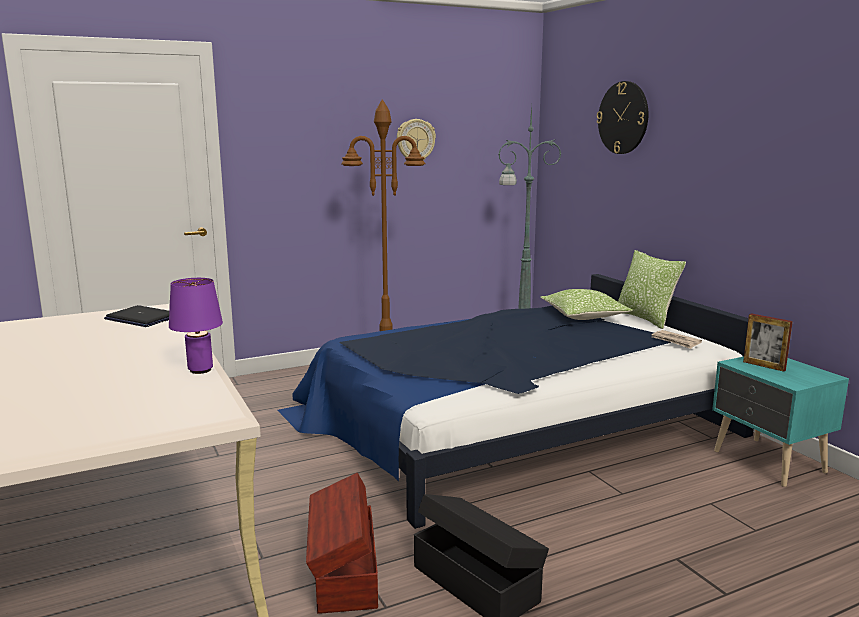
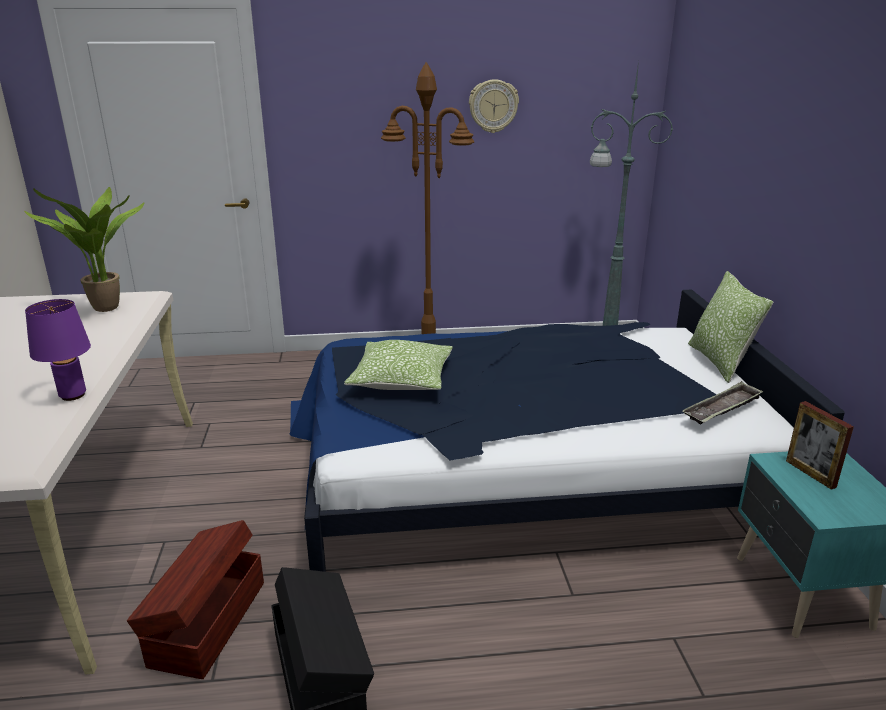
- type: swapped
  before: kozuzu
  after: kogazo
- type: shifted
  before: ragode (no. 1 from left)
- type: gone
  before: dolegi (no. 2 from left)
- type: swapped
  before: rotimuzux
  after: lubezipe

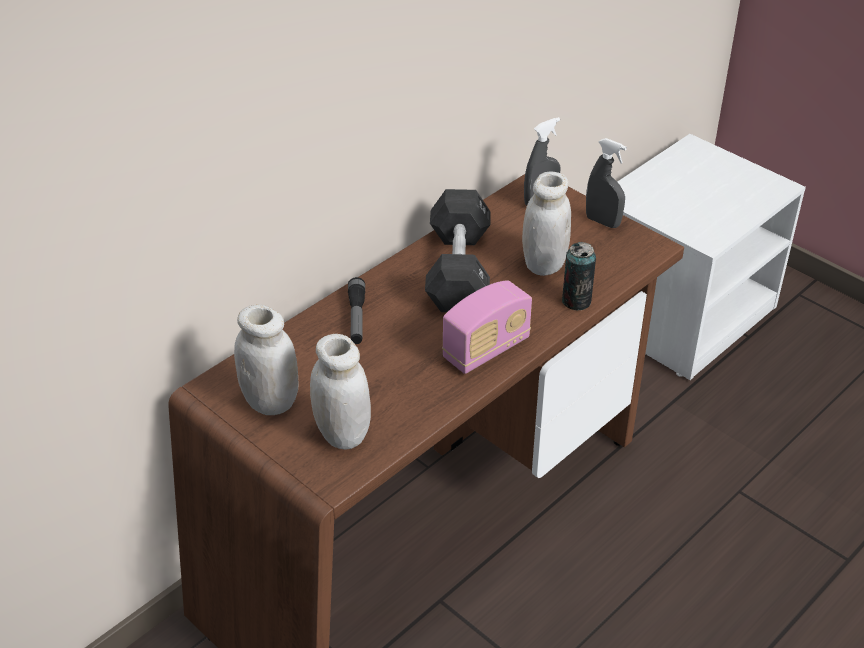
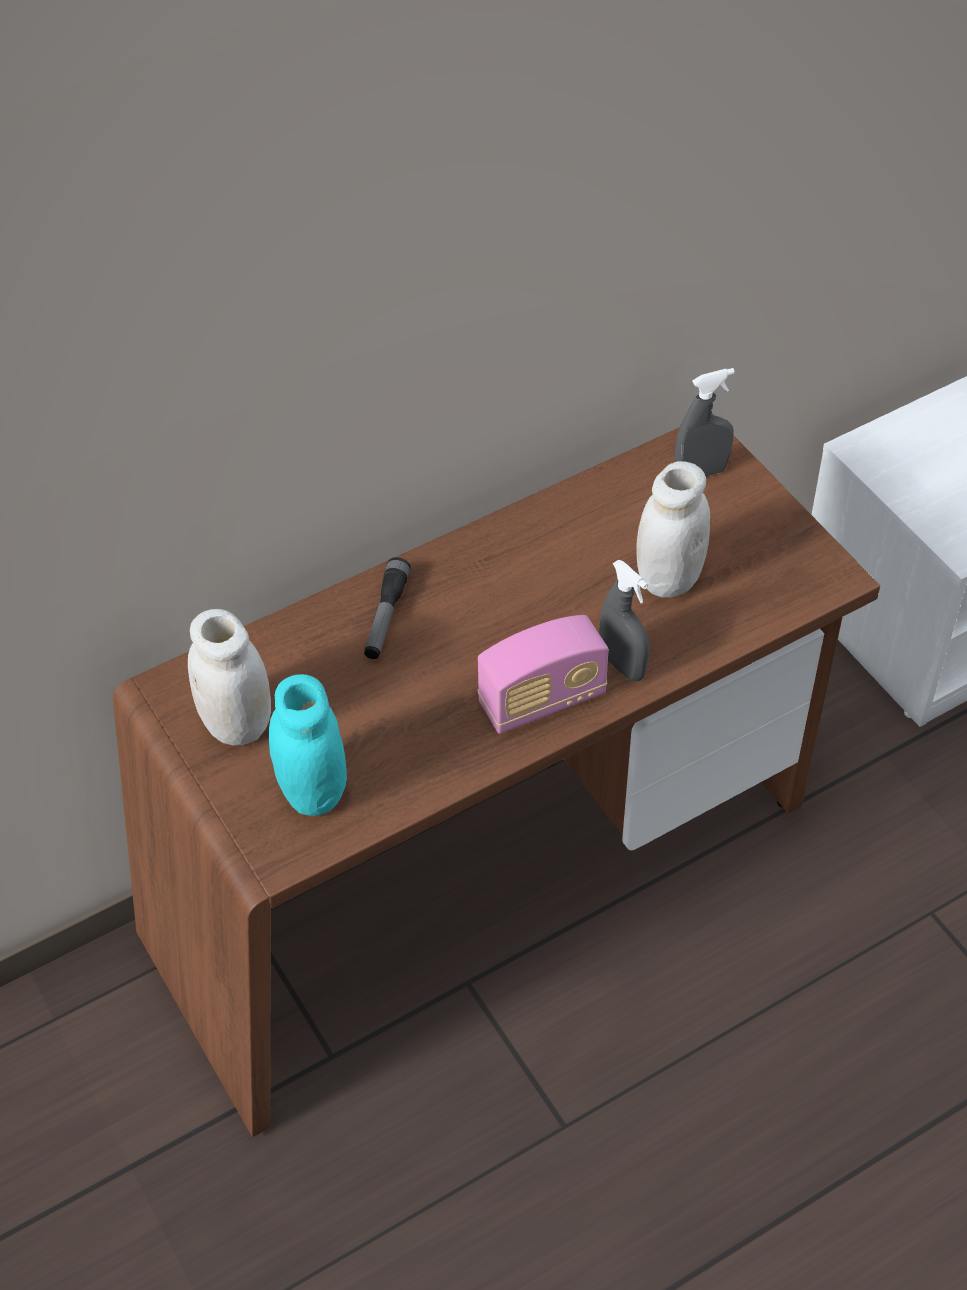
- type: repainted
  before: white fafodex (no. 2 from left)
  after: turquoise fafodex
- type: gone
  before: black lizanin
- type: gone
  before: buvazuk
- type: shifted
  before: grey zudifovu (no. 2 from left in the first image)
  after: grey zudifovu (no. 1 from left)

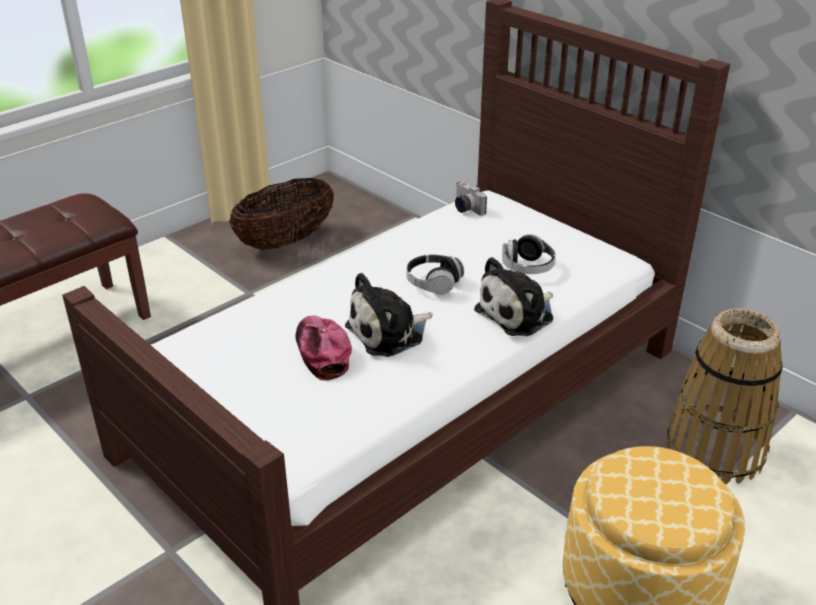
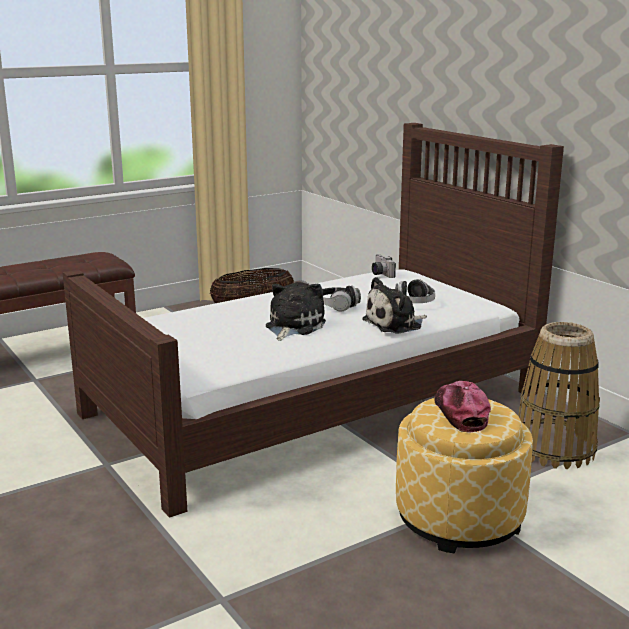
- type: shifted
  before: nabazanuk
- type: rotated
  before: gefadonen (no. 1 from left)
  turn: 135

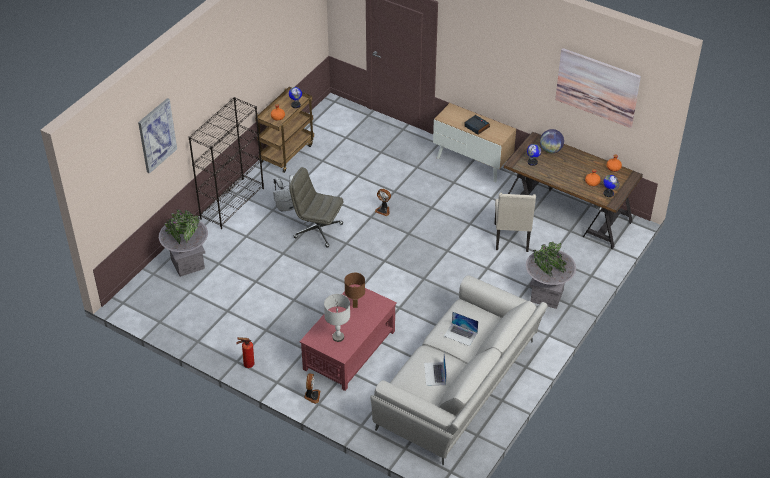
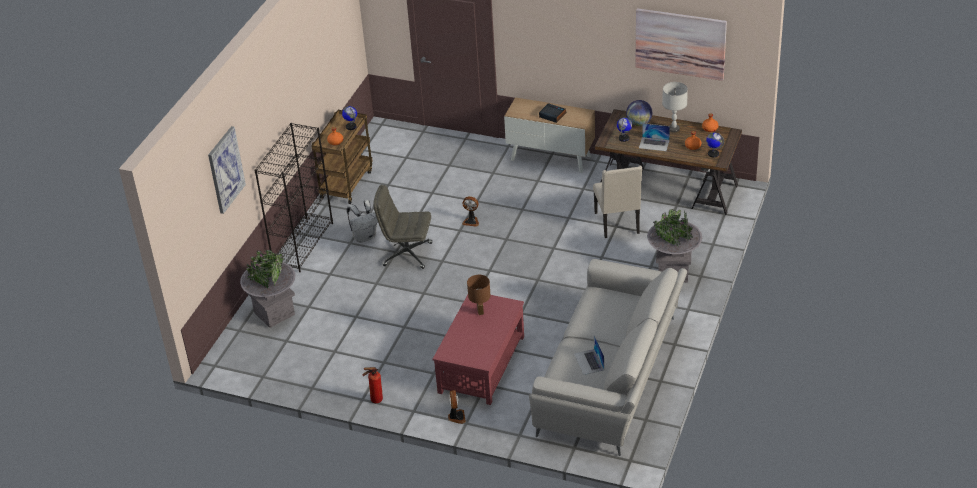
- type: shifted
  before: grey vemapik
- type: shifted
  before: kozuzu (no. 2 from left)

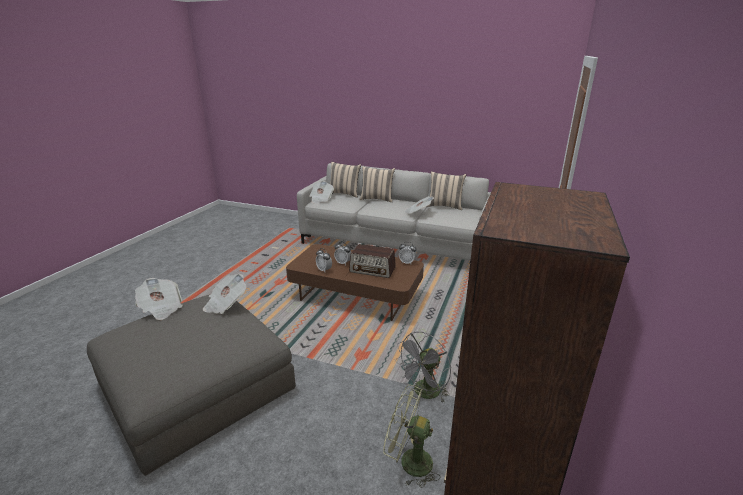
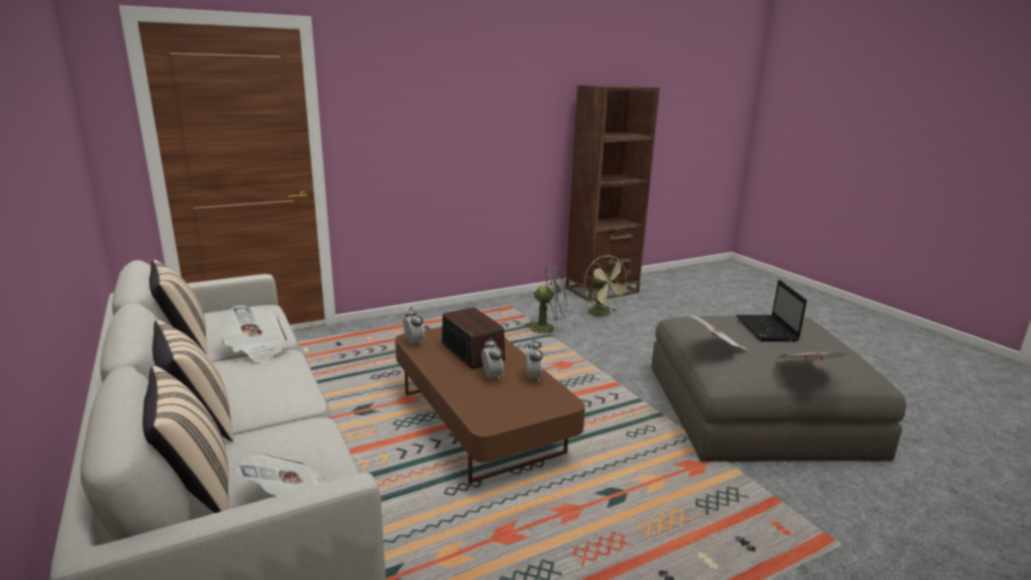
- type: new
  after: kozuzu

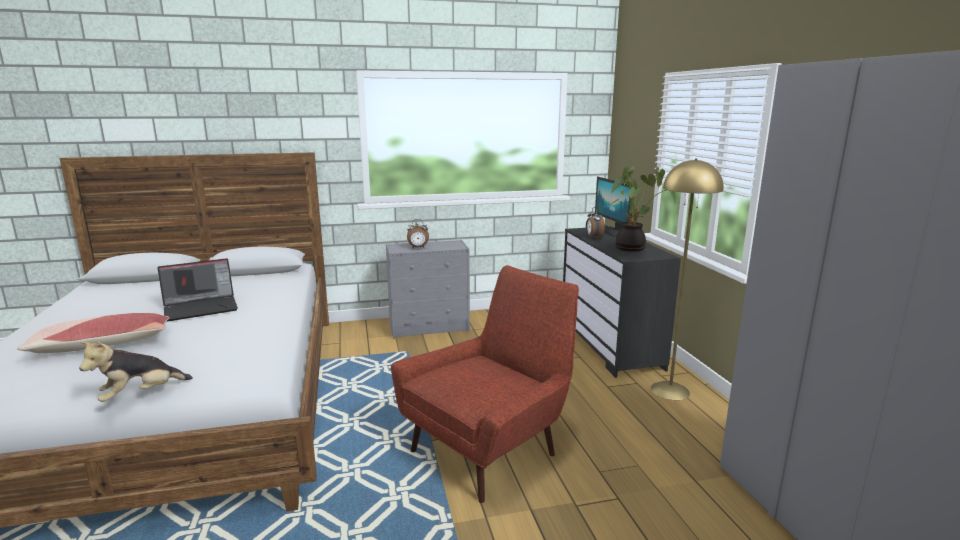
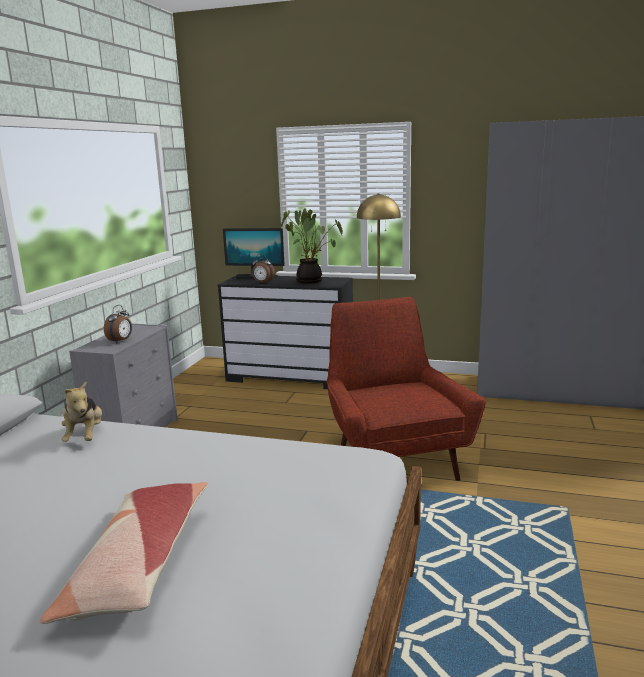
- type: shifted
  before: gefadonen
- type: gone
  before: kozuzu

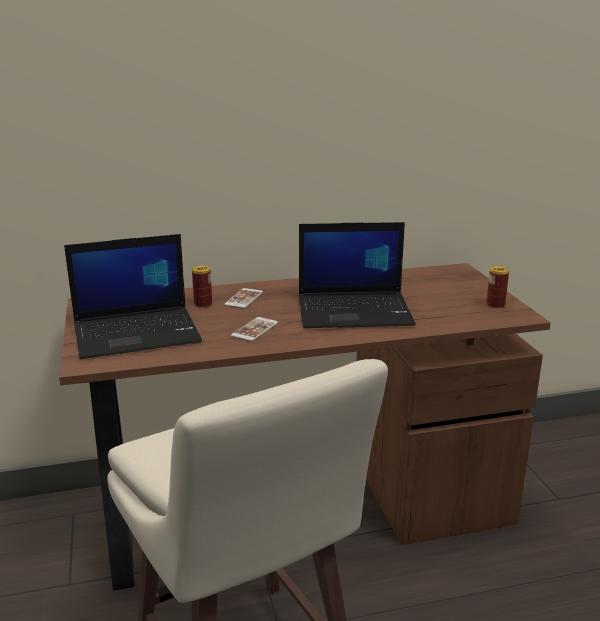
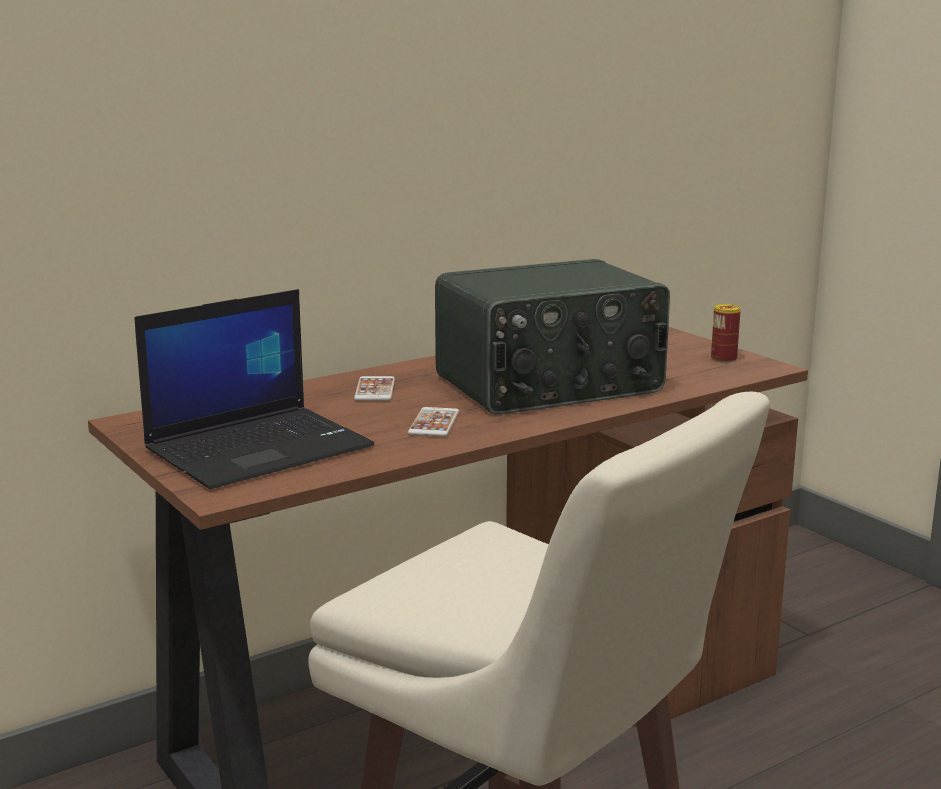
- type: gone
  before: buvazuk (no. 1 from left)
- type: swapped
  before: kozuzu (no. 2 from left)
  after: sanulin

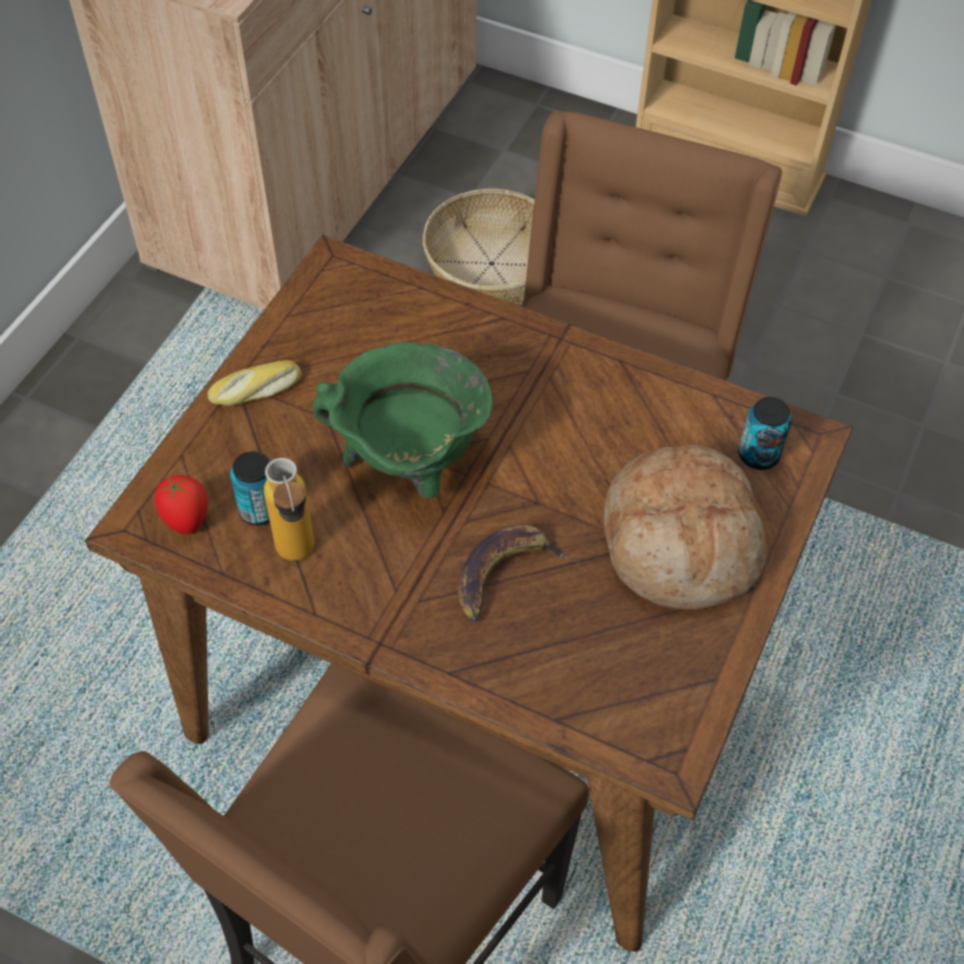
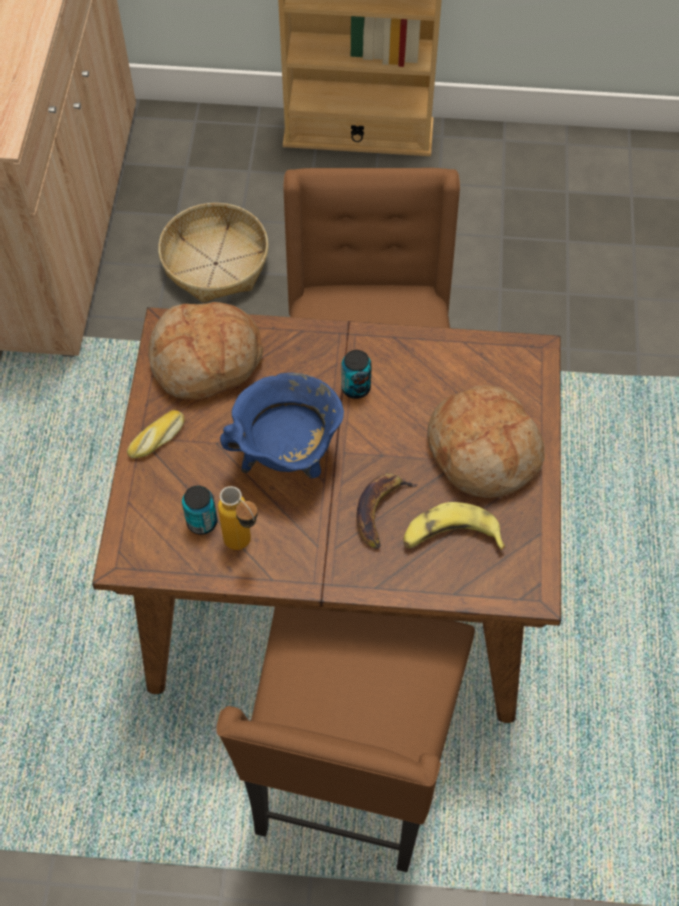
- type: gone
  before: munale
- type: repainted
  before: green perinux
  after: blue perinux
- type: shifted
  before: buvazuk (no. 2 from left)
- type: new
  after: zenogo (no. 2 from left)
- type: new
  after: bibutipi (no. 2 from left)

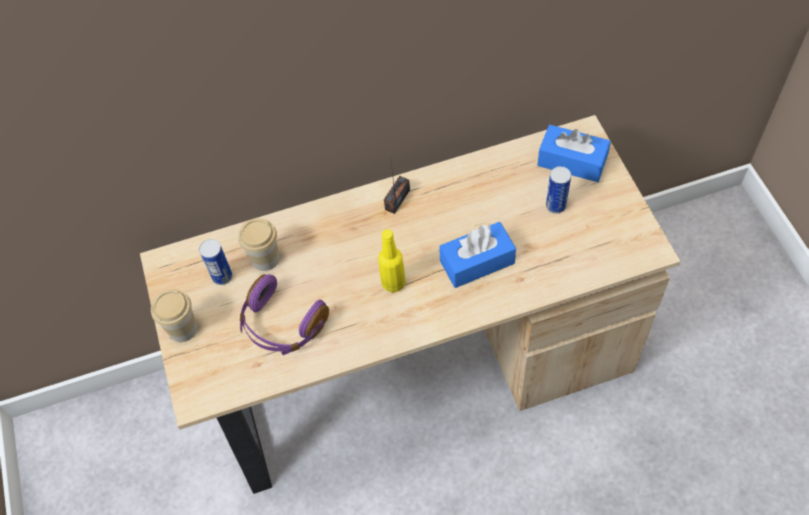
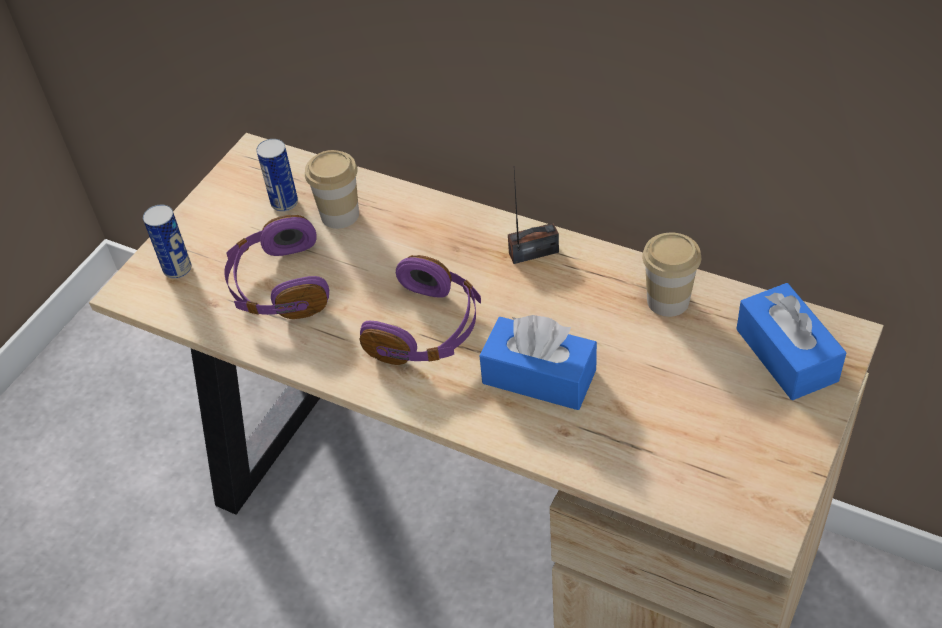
- type: shifted
  before: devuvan (no. 1 from left in the first image)
  after: devuvan (no. 2 from left)
- type: swapped
  before: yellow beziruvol
  after: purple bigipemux (no. 2 from left)
- type: shifted
  before: buvazuk (no. 2 from left in the first image)
  after: buvazuk (no. 1 from left)

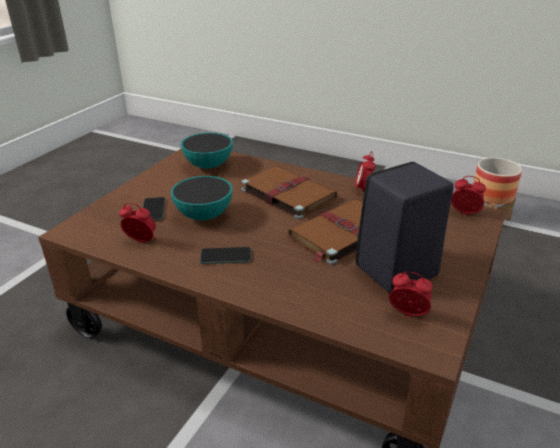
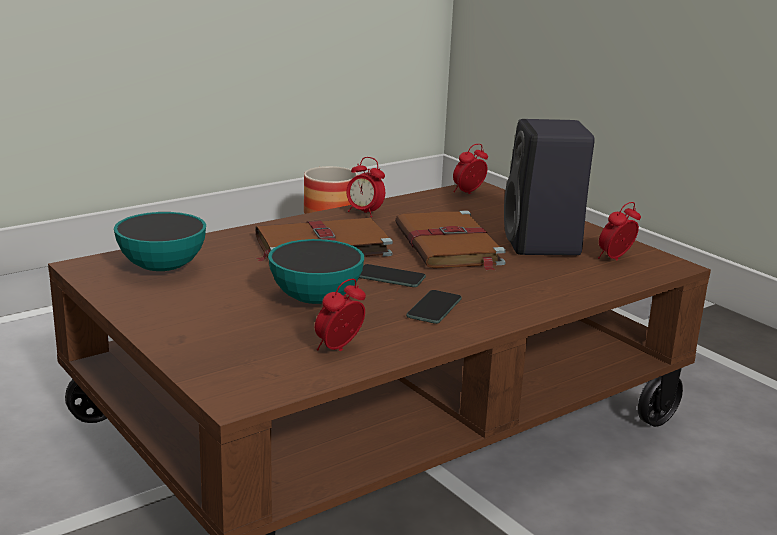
- type: shifted
  before: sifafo (no. 1 from left)

